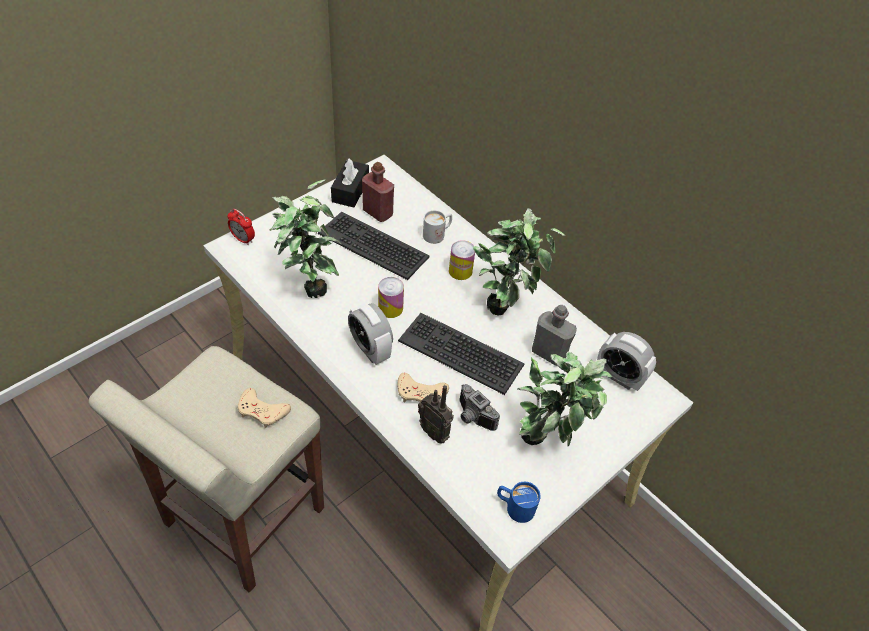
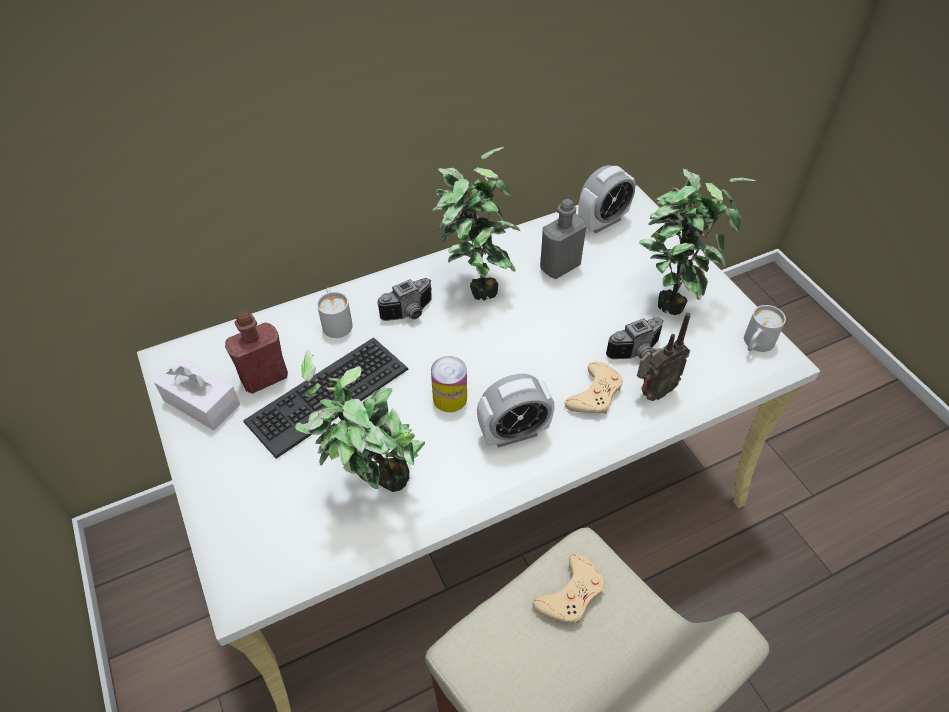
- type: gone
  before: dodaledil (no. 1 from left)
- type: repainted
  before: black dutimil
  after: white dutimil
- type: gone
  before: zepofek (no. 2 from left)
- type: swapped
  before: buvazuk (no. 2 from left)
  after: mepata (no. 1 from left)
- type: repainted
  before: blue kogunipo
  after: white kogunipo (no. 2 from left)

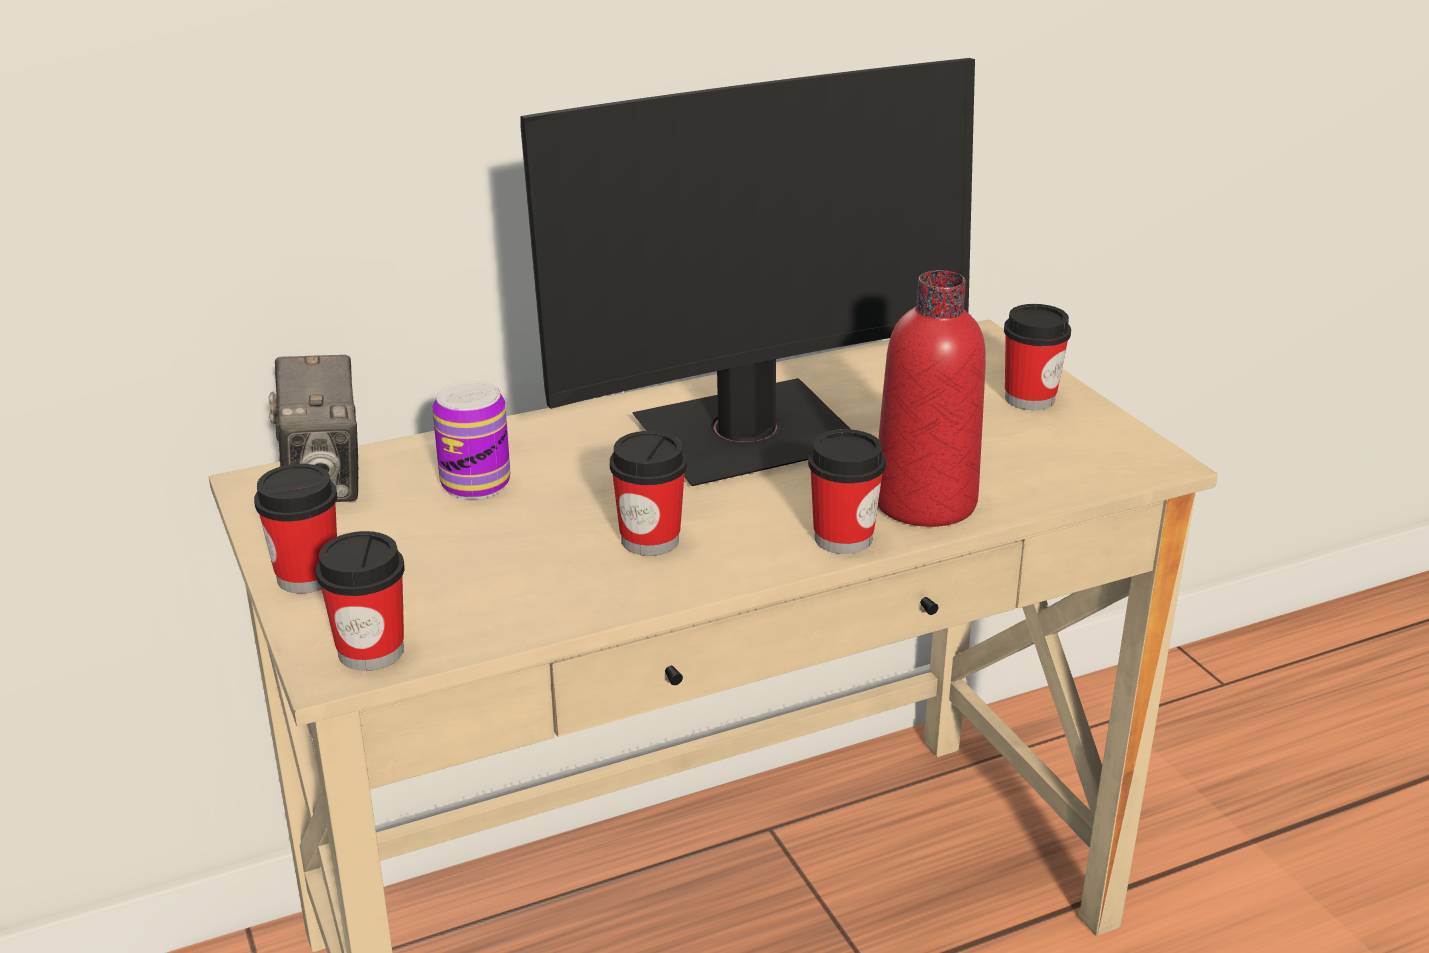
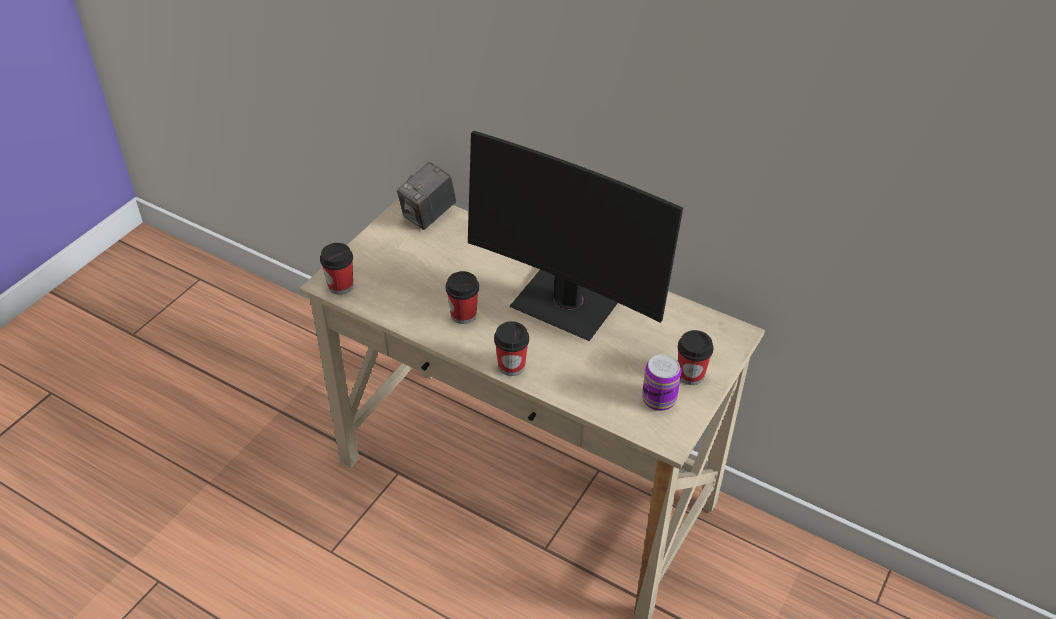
- type: gone
  before: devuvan (no. 1 from left)
- type: shifted
  before: buvazuk
- type: gone
  before: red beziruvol

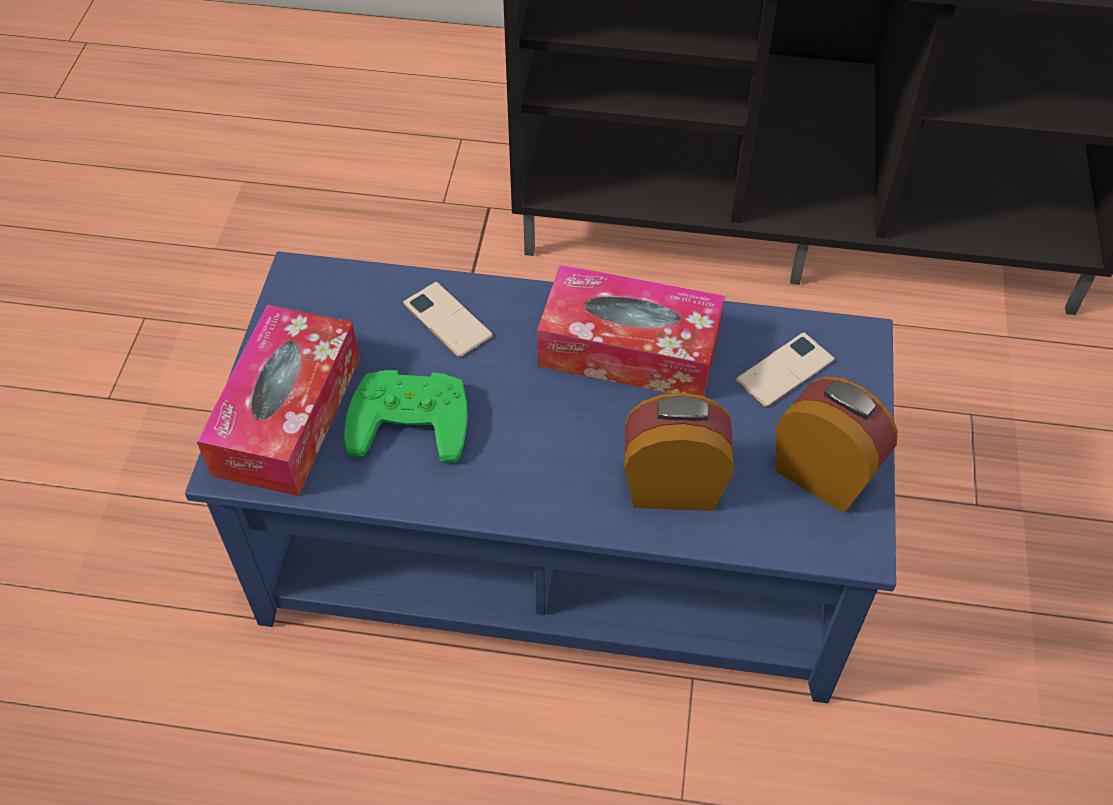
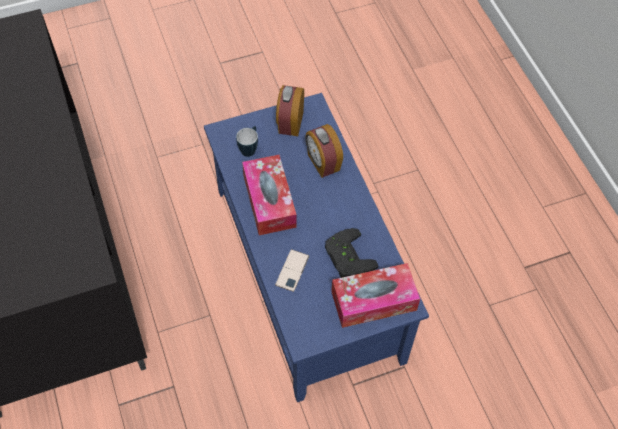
- type: repainted
  before: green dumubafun
  after: black dumubafun
- type: swapped
  before: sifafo (no. 2 from left)
  after: kogunipo

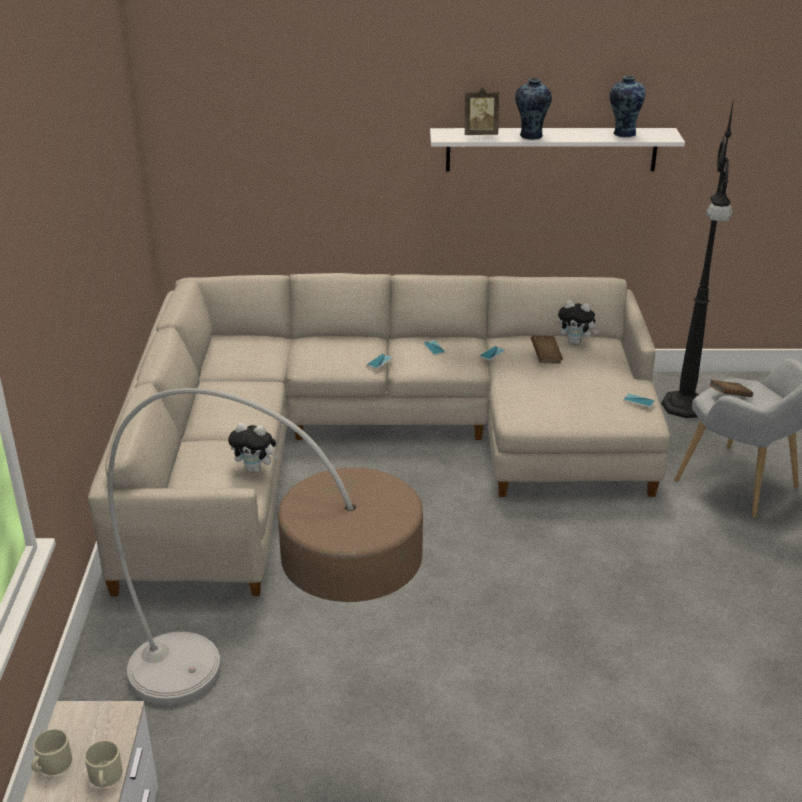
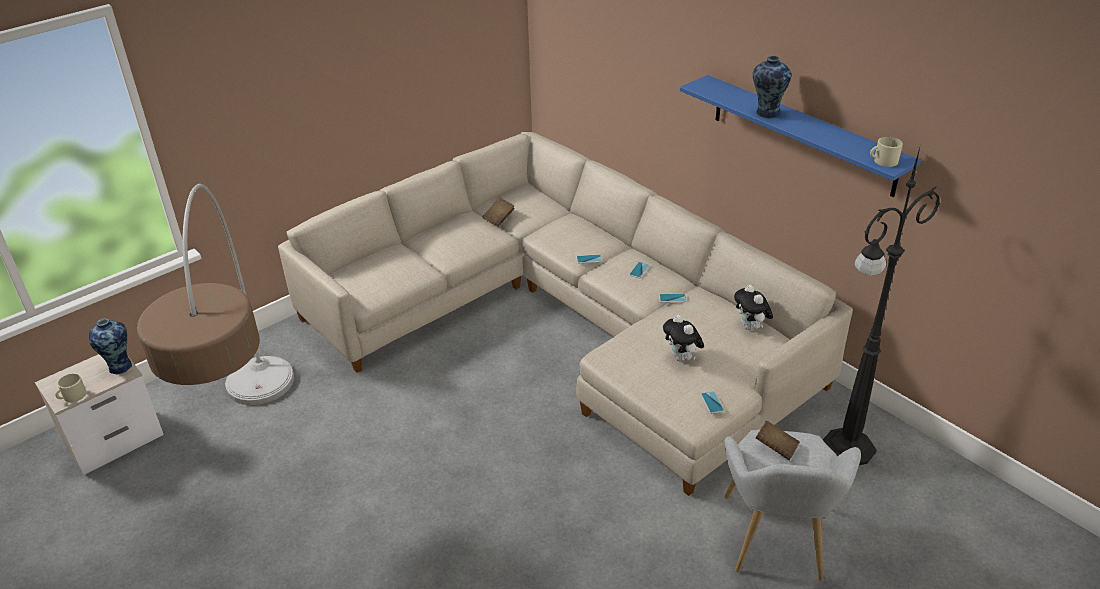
- type: shifted
  before: beige kogunipo (no. 1 from left in the first image)
  after: beige kogunipo (no. 2 from left)
- type: shifted
  before: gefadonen (no. 1 from left)
- type: repainted
  before: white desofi
  after: blue desofi
- type: gone
  before: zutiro
- type: shifted
  before: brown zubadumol (no. 1 from left)
- type: shifted
  before: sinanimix (no. 2 from left in the first image)
  after: sinanimix (no. 1 from left)

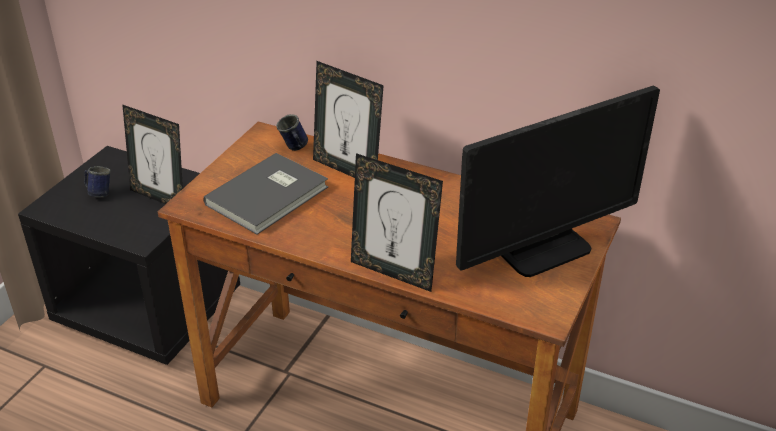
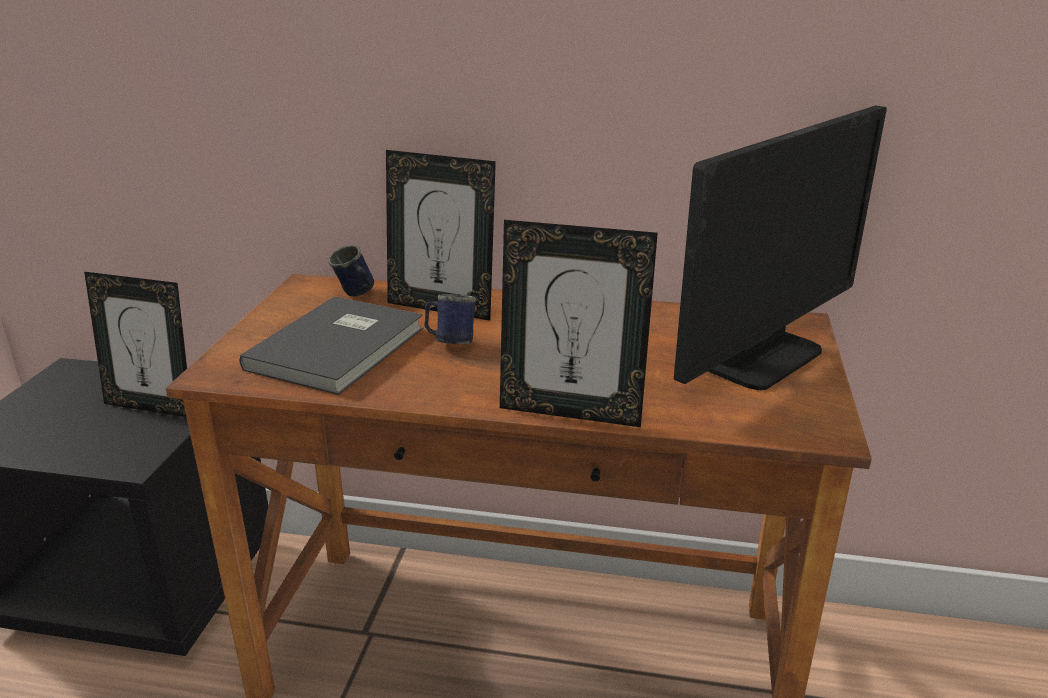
- type: shifted
  before: blue kogunipo (no. 1 from left in the first image)
  after: blue kogunipo (no. 2 from left)

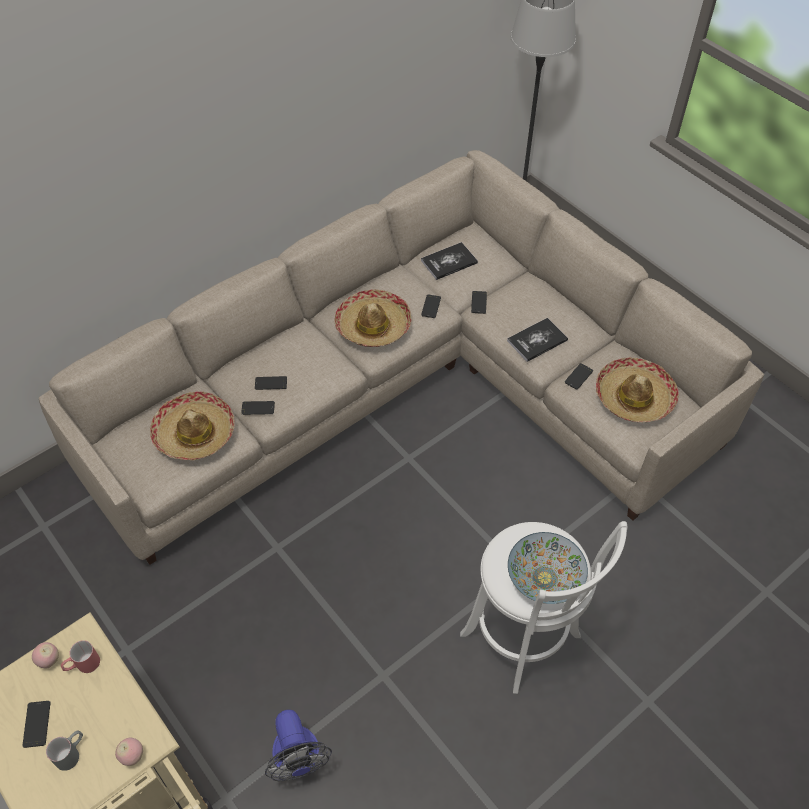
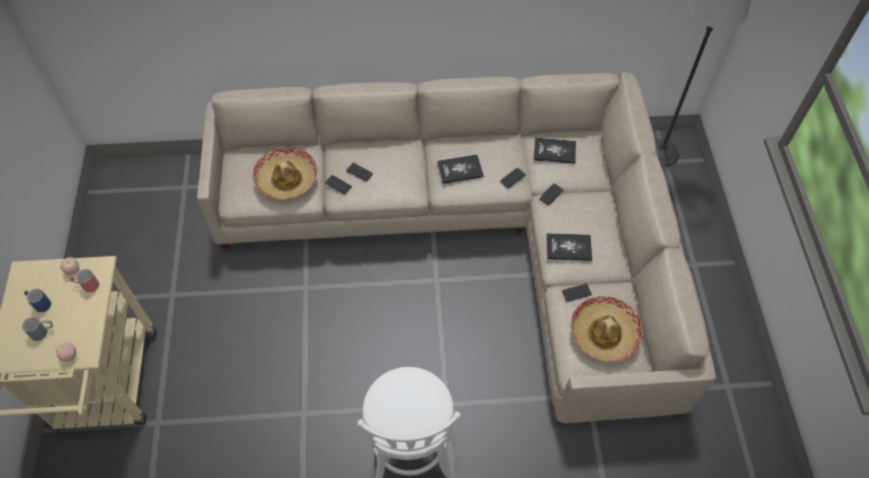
- type: swapped
  before: sifafo (no. 1 from left)
  after: blue kogunipo
- type: gone
  before: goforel
- type: swapped
  before: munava (no. 2 from left)
  after: zubadumol (no. 1 from left)
- type: gone
  before: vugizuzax

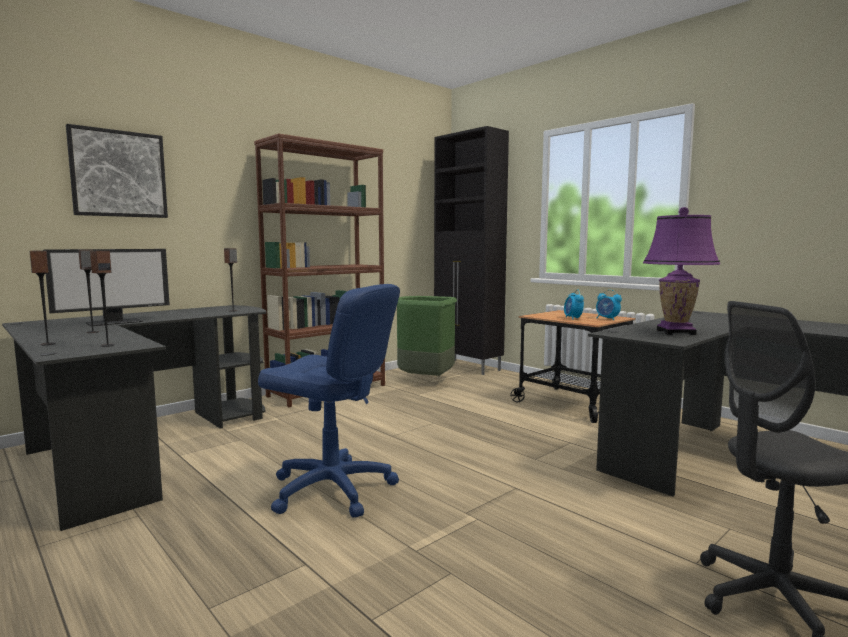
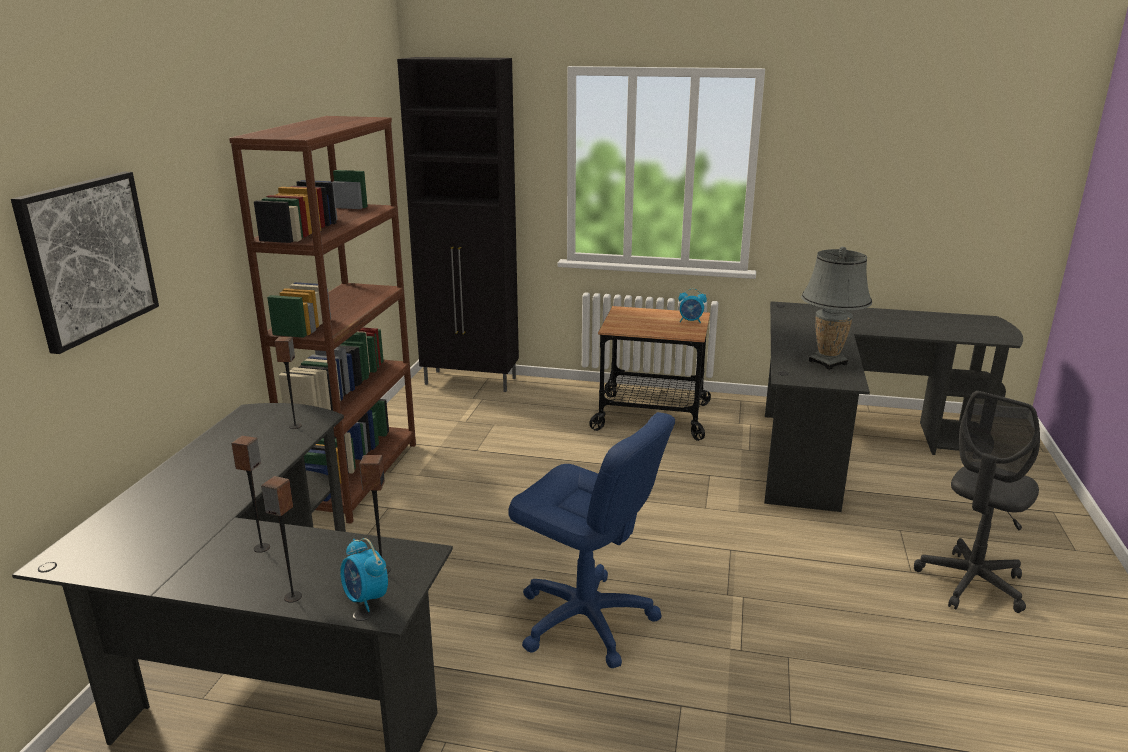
- type: gone
  before: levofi
- type: rotated
  before: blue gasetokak
  turn: 45
- type: gone
  before: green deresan
- type: shifted
  before: dodaledil (no. 1 from left)
- type: repainted
  before: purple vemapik
  after: grey vemapik

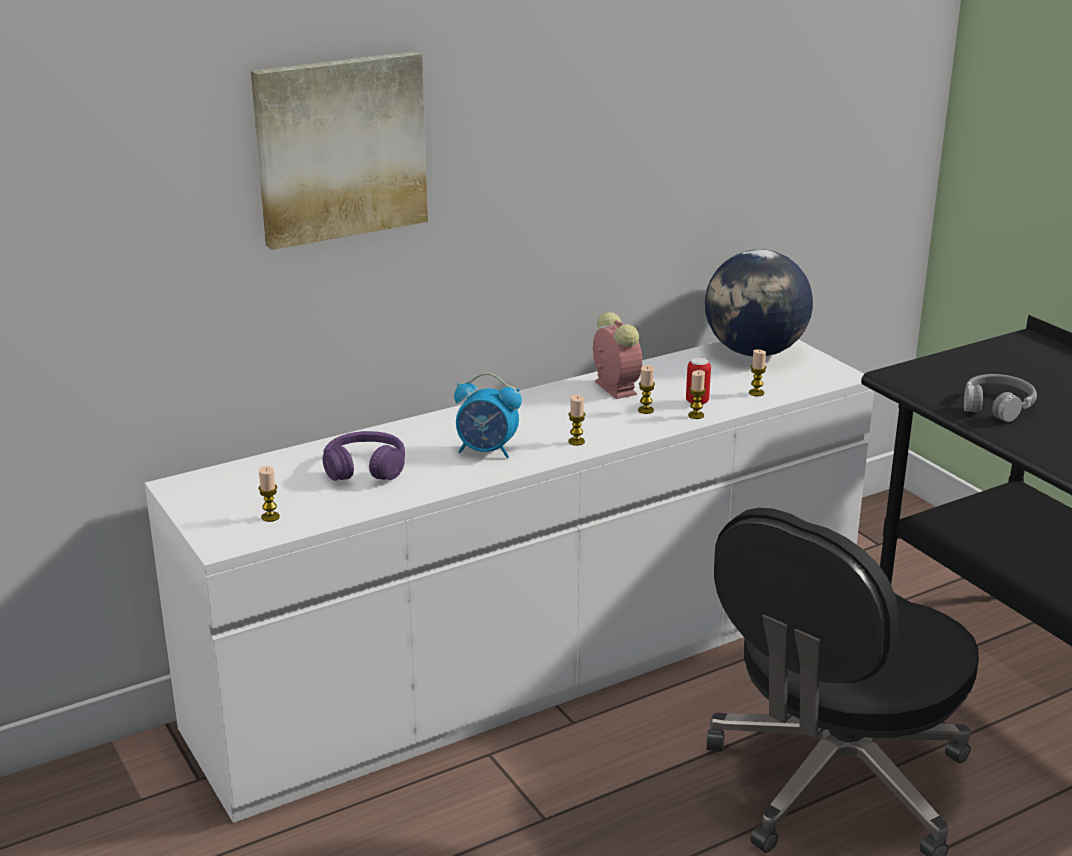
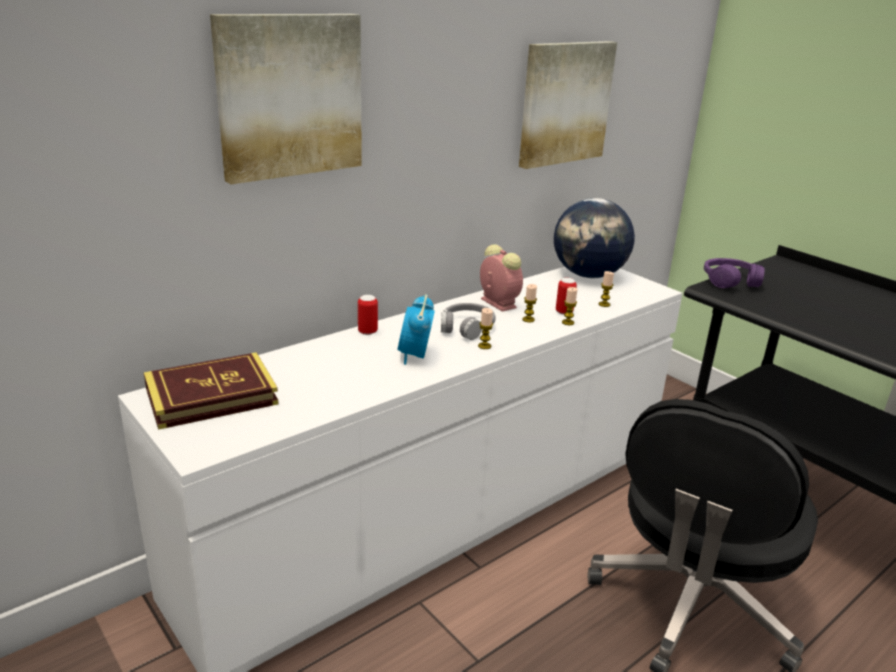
- type: gone
  before: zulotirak (no. 1 from left)
- type: shifted
  before: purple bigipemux
- type: rotated
  before: dodaledil (no. 1 from left)
  turn: 90
- type: shifted
  before: grey bigipemux
- type: new
  after: zubadumol
- type: new
  after: buvazuk (no. 1 from left)
- type: new
  after: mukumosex (no. 2 from left)

